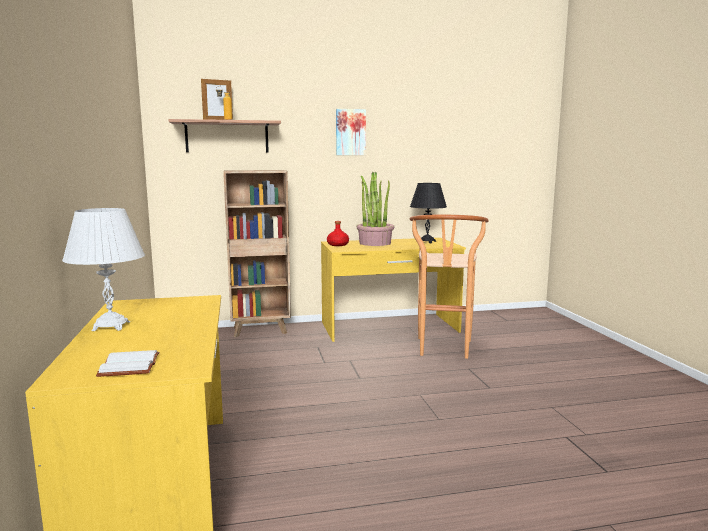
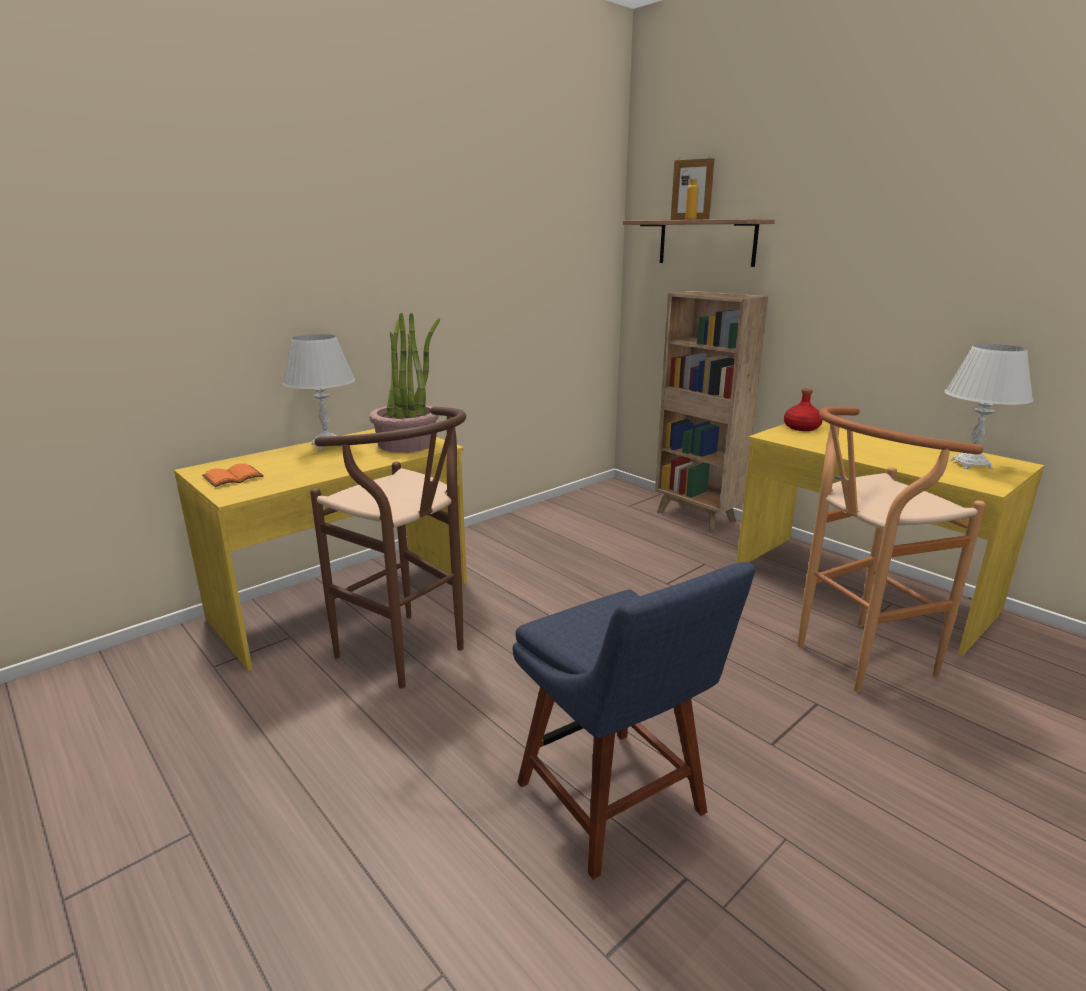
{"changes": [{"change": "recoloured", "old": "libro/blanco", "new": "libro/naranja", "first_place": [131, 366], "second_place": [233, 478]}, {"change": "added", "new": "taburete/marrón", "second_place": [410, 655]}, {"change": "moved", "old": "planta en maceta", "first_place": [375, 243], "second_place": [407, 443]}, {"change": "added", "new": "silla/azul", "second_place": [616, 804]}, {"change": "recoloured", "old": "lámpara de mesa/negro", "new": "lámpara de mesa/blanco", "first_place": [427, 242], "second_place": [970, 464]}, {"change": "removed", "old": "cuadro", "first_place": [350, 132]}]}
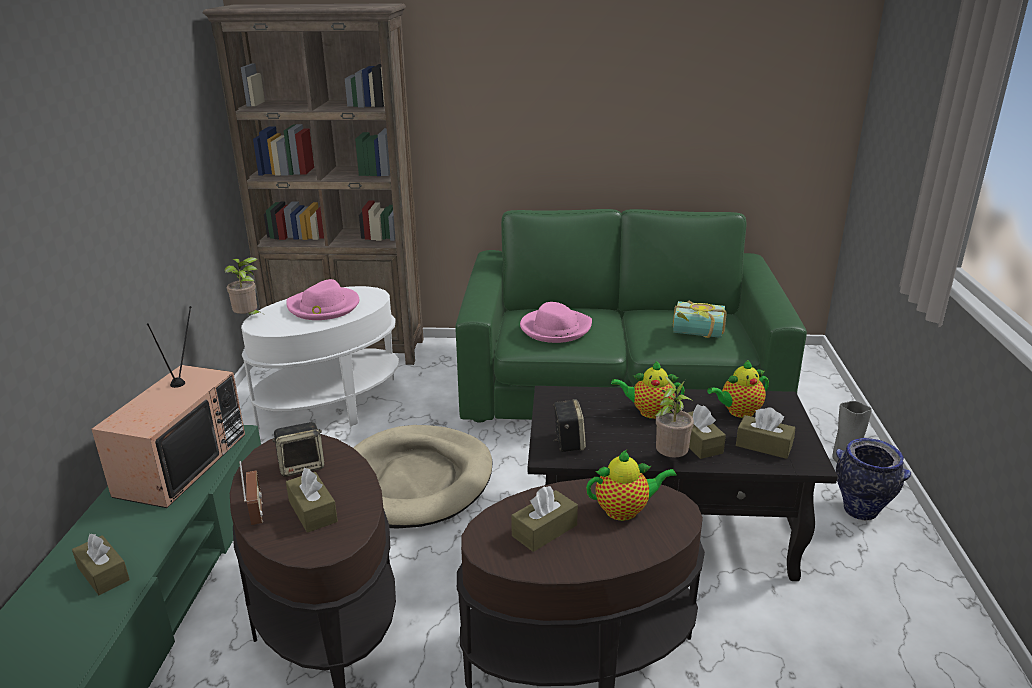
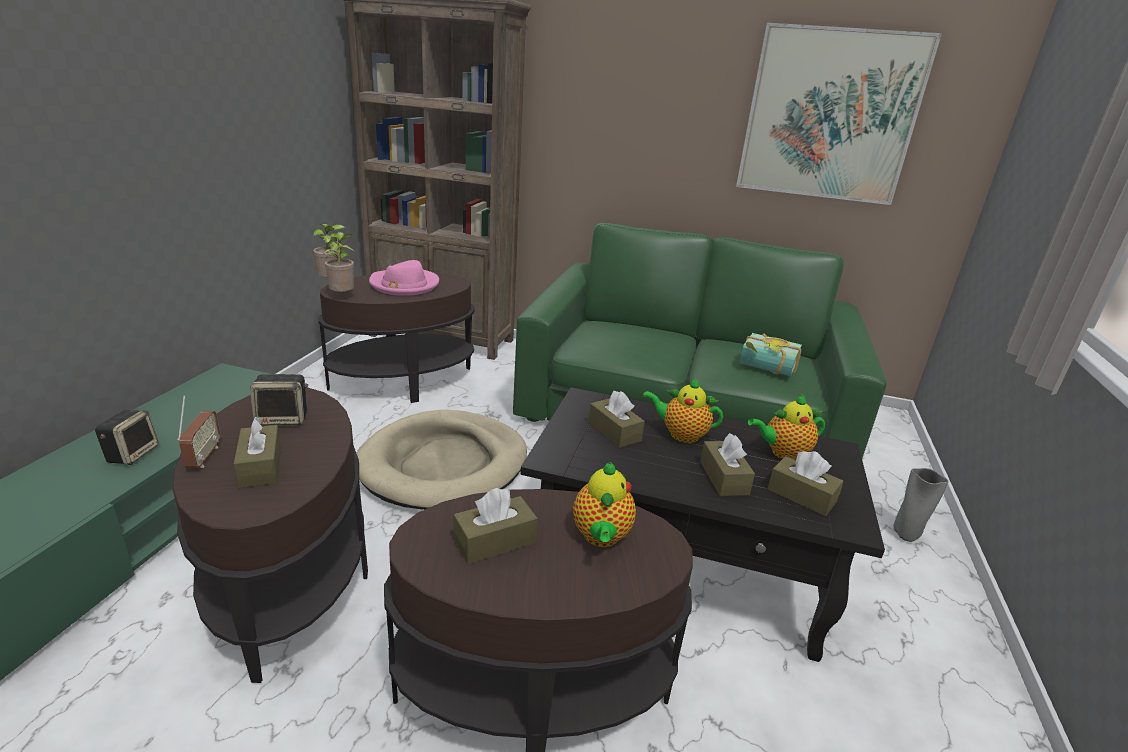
{"changes": [{"change": "moved", "old": "altavoz", "first_place": [568, 442], "second_place": [132, 454]}, {"change": "recoloured", "old": "mesa auxiliar/blanco", "new": "mesa auxiliar/marrón", "first_place": [330, 405], "second_place": [402, 381]}, {"change": "moved", "old": "planta en maceta", "first_place": [670, 458], "second_place": [343, 296]}, {"change": "turned", "old": "tetera", "first_place": [625, 510], "second_place": [601, 537], "degrees": 90}, {"change": "moved", "old": "caja de pañuelos/marrón", "first_place": [103, 574], "second_place": [614, 431]}, {"change": "added", "new": "cuadro", "second_place": [829, 115]}, {"change": "removed", "old": "televisor", "first_place": [180, 463]}, {"change": "removed", "old": "sombrero/rosa", "first_place": [555, 328]}, {"change": "removed", "old": "florero", "first_place": [861, 511]}]}
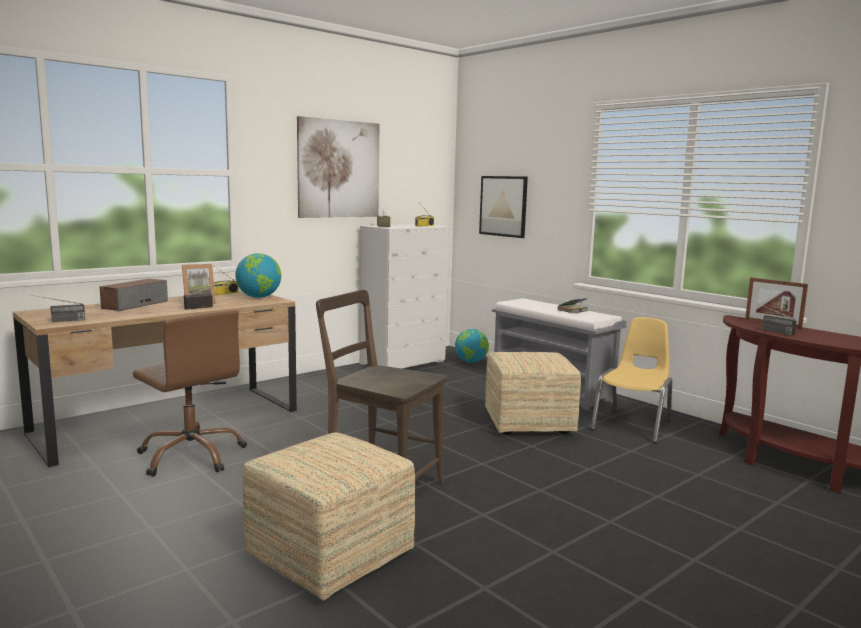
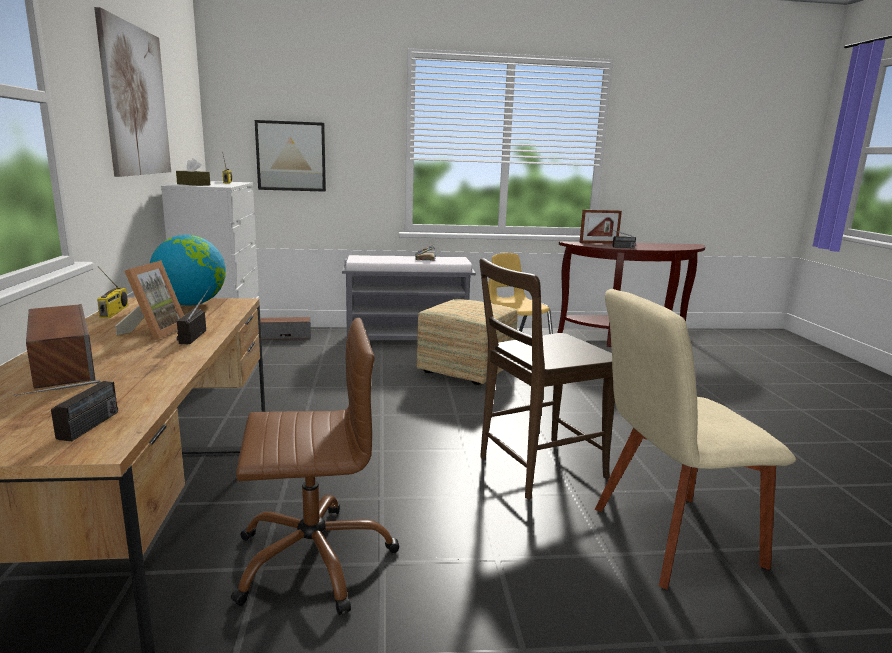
{"changes": [{"change": "replaced", "old": "globo terráqueo", "new": "altavoz", "first_place": [471, 362], "second_place": [285, 336]}, {"change": "replaced", "old": "puf", "new": "silla/beis", "first_place": [330, 555], "second_place": [668, 538]}]}
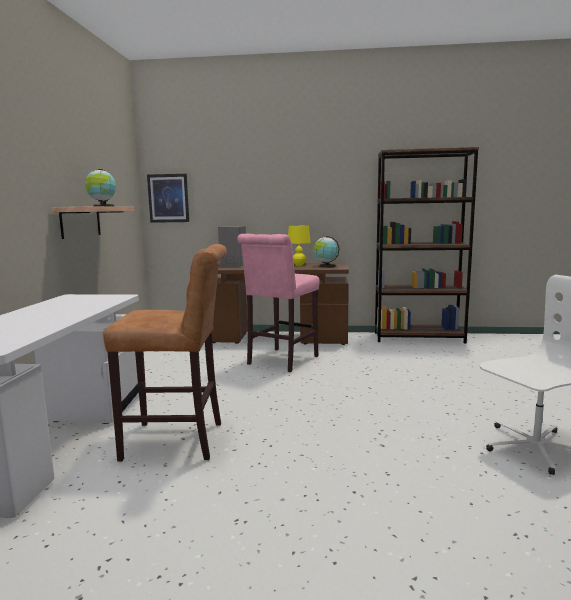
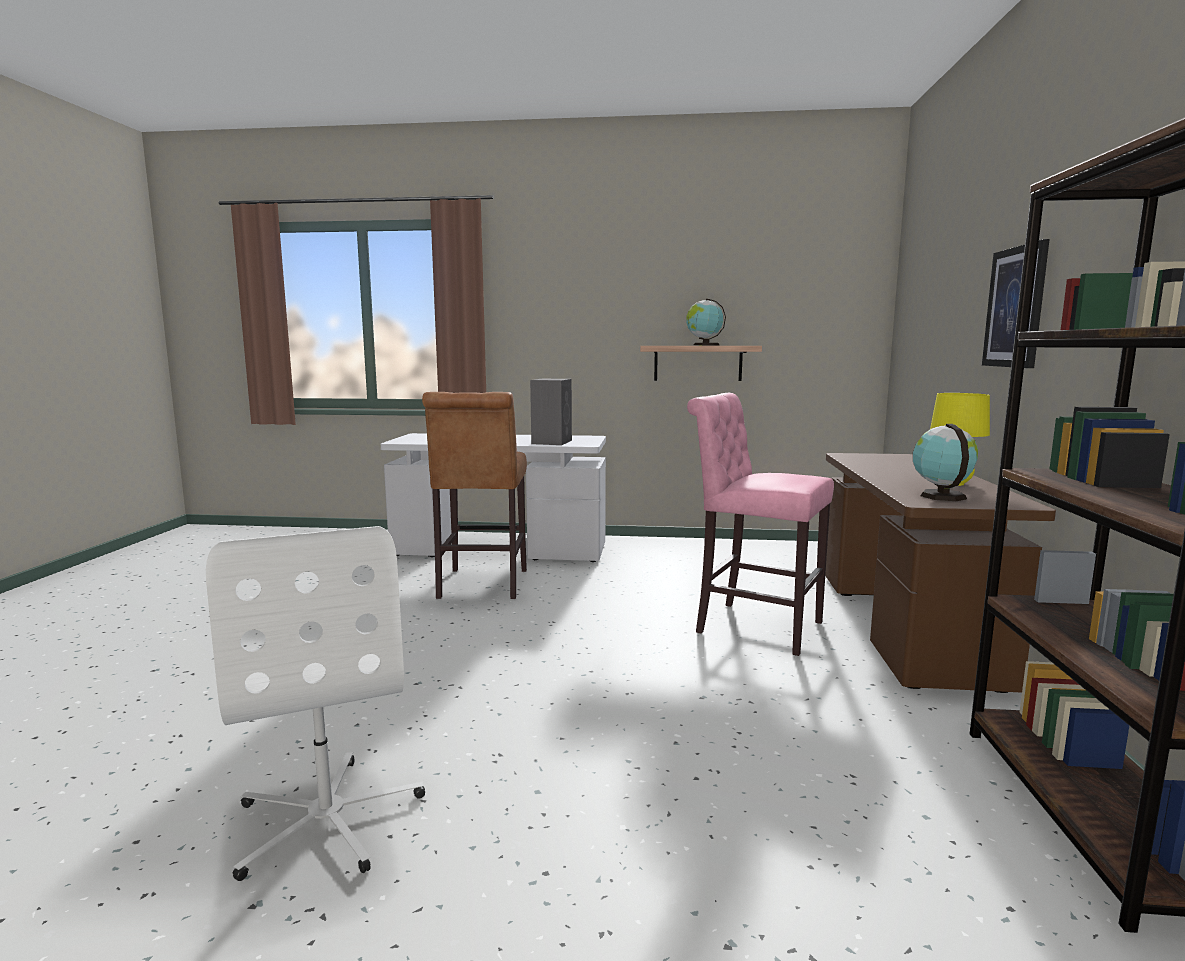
{"changes": [{"change": "moved", "old": "altavoz/gris", "first_place": [232, 265], "second_place": [552, 442]}, {"change": "moved", "old": "cuadro", "first_place": [168, 198], "second_place": [1015, 307]}]}
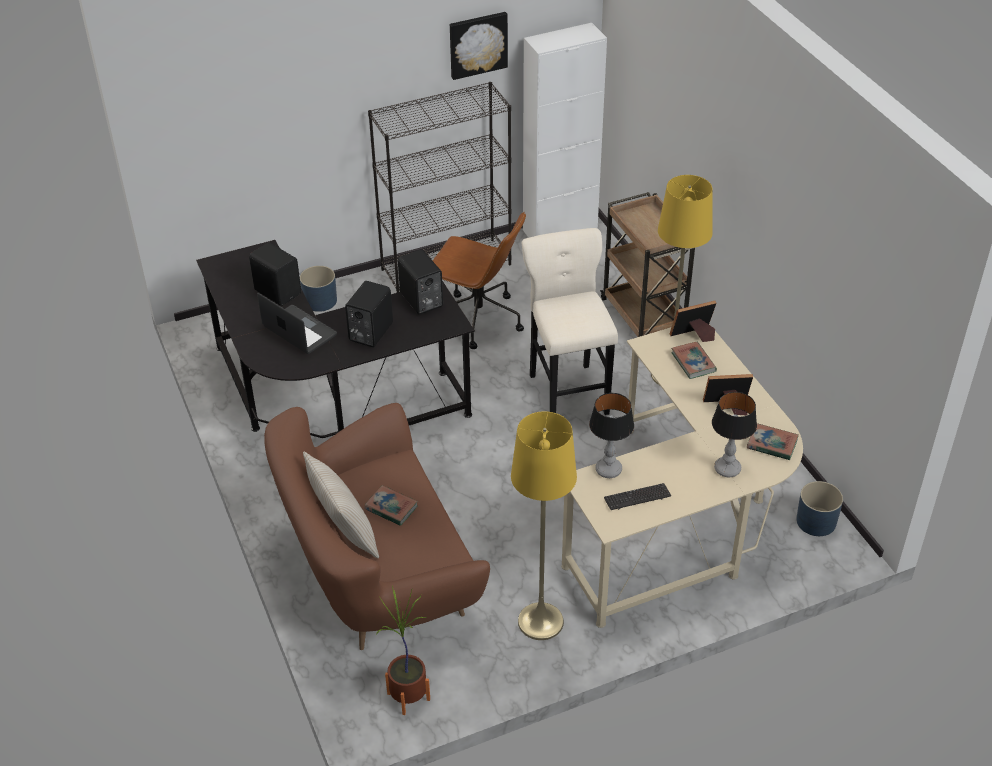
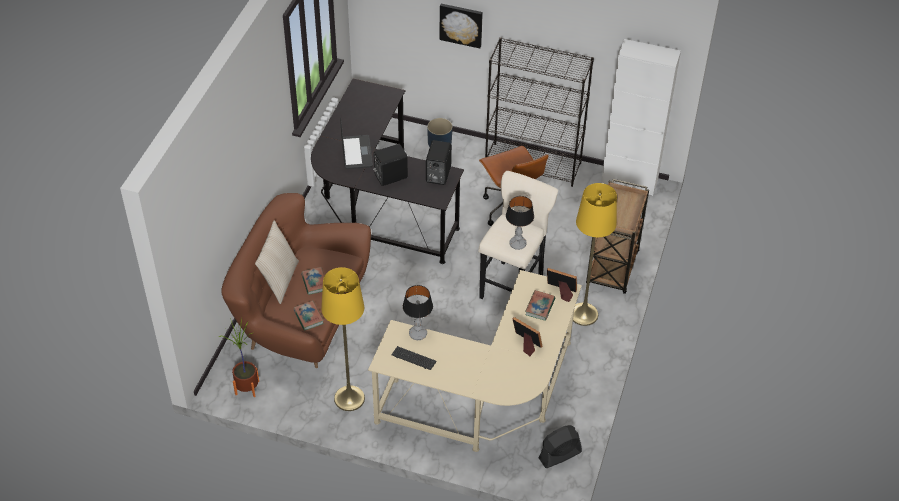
{"changes": [{"change": "moved", "old": "libro", "first_place": [772, 444], "second_place": [308, 317]}, {"change": "moved", "old": "cuadro", "first_place": [477, 44], "second_place": [461, 24]}, {"change": "moved", "old": "lámpara de mesa", "first_place": [727, 469], "second_place": [517, 244]}, {"change": "replaced", "old": "maceta/azul", "new": "ventilador/negro", "first_place": [816, 522], "second_place": [559, 455]}, {"change": "removed", "old": "altavoz/negro", "first_place": [278, 291]}]}
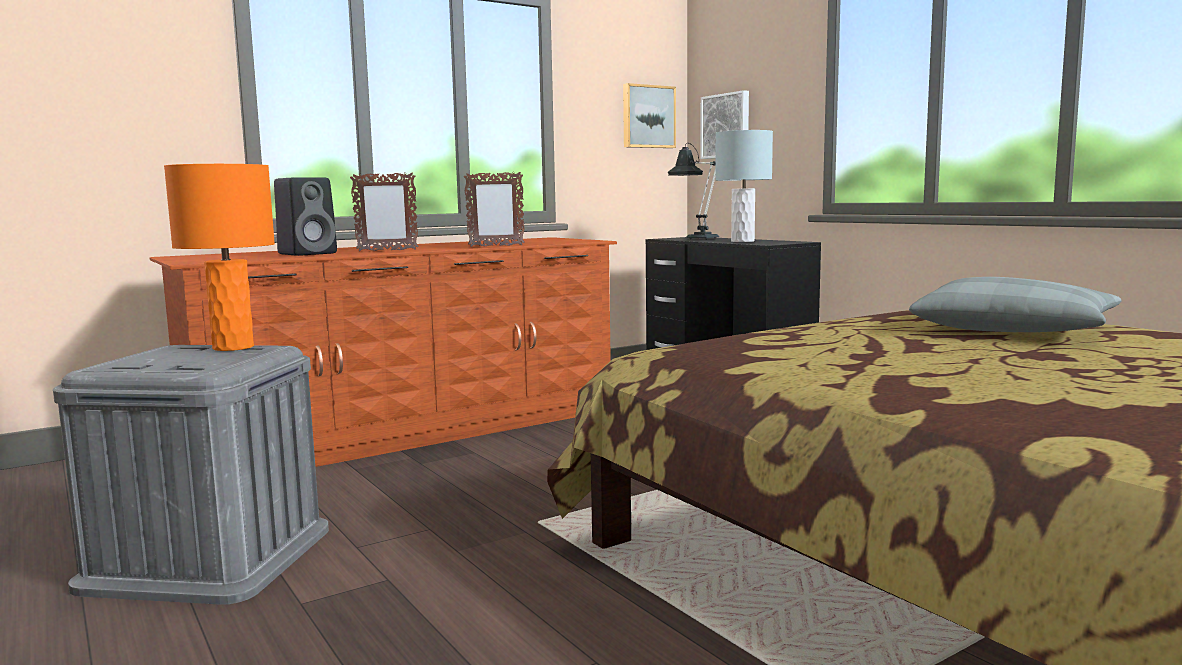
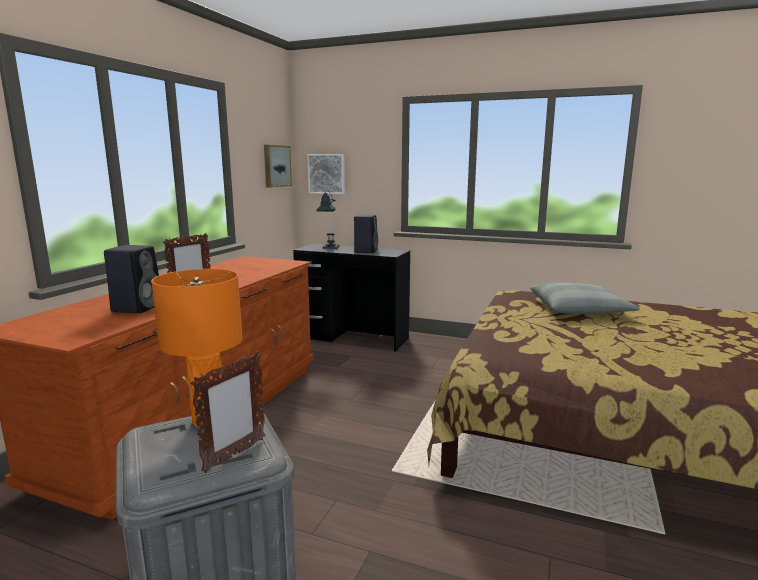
{"changes": [{"change": "moved", "old": "portarretratos", "first_place": [496, 246], "second_place": [234, 455]}, {"change": "replaced", "old": "lámpara de mesa/gris", "new": "altavoz/negro", "first_place": [742, 241], "second_place": [365, 251]}]}
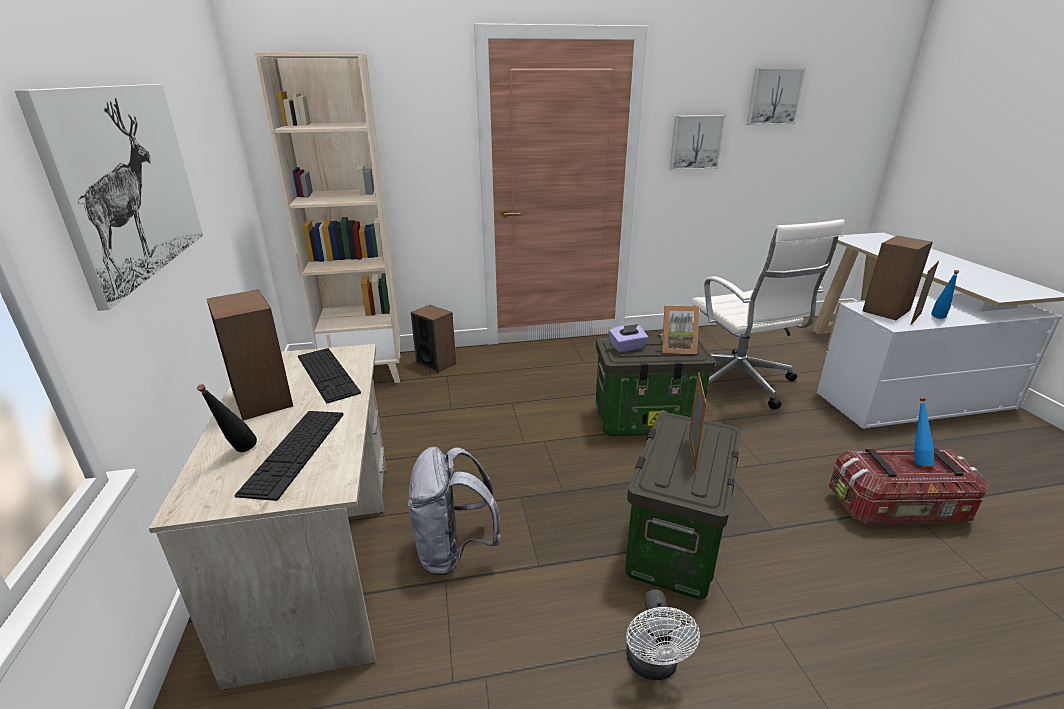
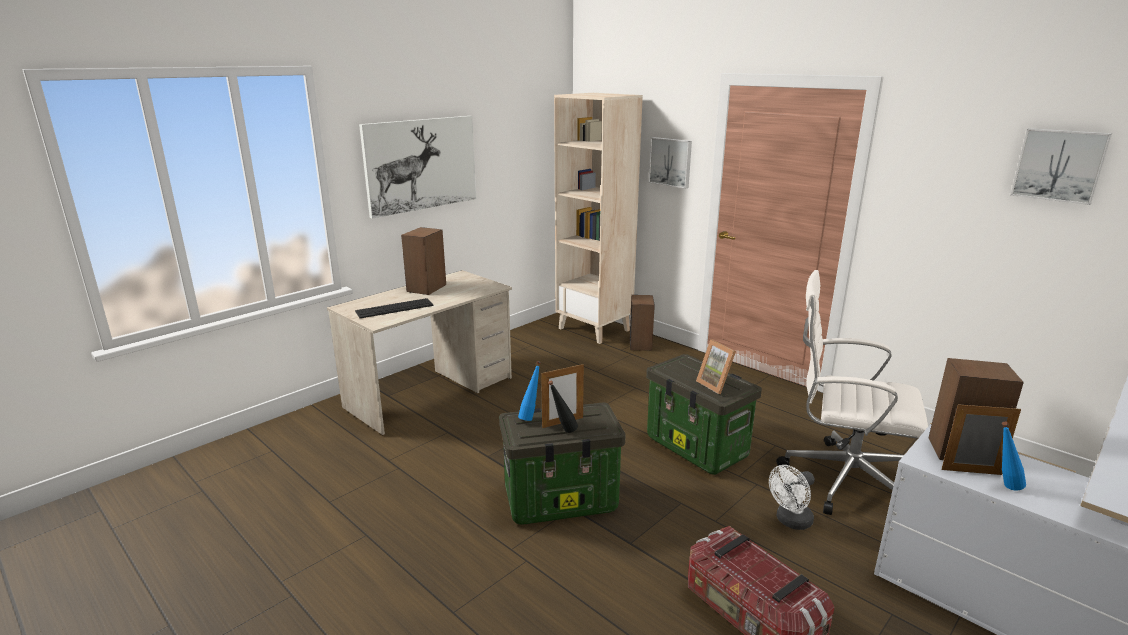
{"changes": [{"change": "moved", "old": "botella/azul", "first_place": [915, 460], "second_place": [530, 417]}, {"change": "moved", "old": "botella/negro", "first_place": [238, 454], "second_place": [563, 431]}, {"change": "moved", "old": "cuadro", "first_place": [695, 142], "second_place": [671, 162]}, {"change": "moved", "old": "ventilador/blanco", "first_place": [653, 666], "second_place": [790, 521]}, {"change": "turned", "old": "silla de oficina/blanco", "first_place": [738, 383], "second_place": [843, 479], "degrees": 75}, {"change": "removed", "old": "teclado", "first_place": [327, 374]}, {"change": "removed", "old": "mochila/gris", "first_place": [453, 551]}, {"change": "removed", "old": "caja de pañuelos/morado", "first_place": [627, 347]}]}
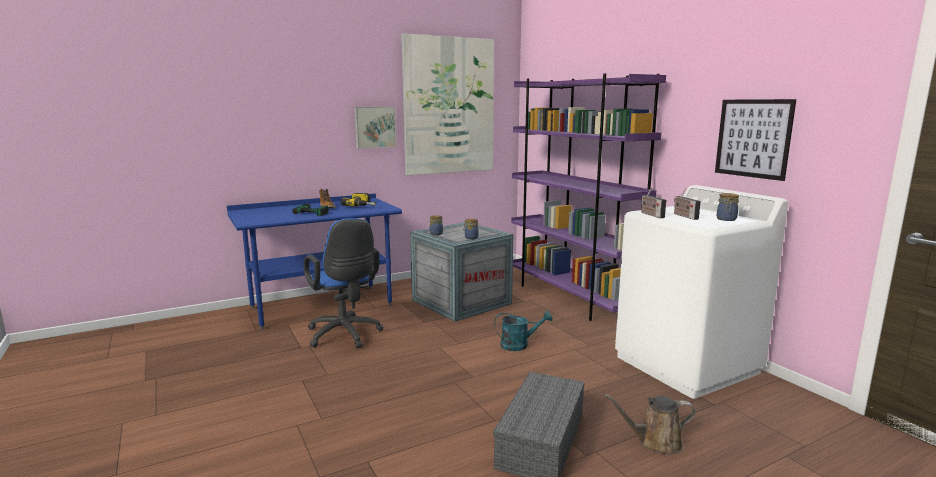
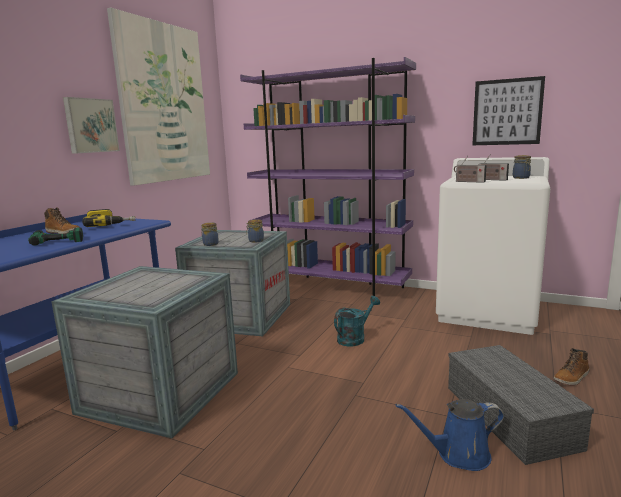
{"changes": [{"change": "replaced", "old": "silla de oficina/azul", "new": "caja de embalaje", "first_place": [345, 336], "second_place": [159, 393]}, {"change": "added", "new": "regadera/azul", "second_place": [458, 455]}, {"change": "replaced", "old": "regadera/marrón", "new": "bota", "first_place": [655, 442], "second_place": [571, 378]}]}
